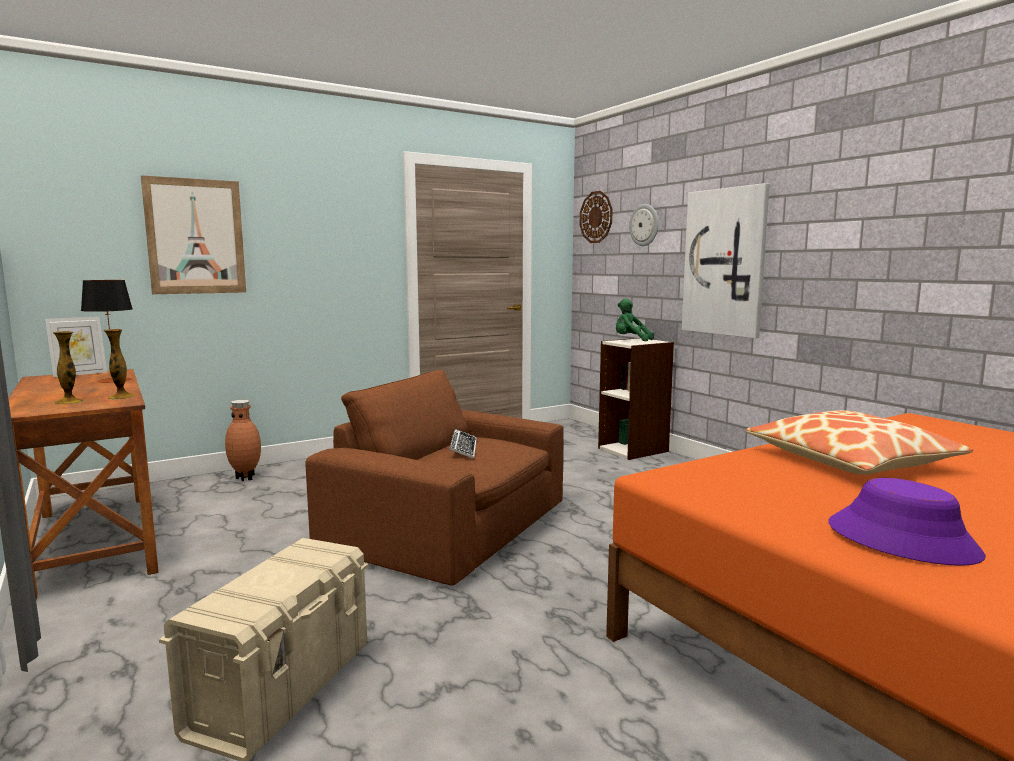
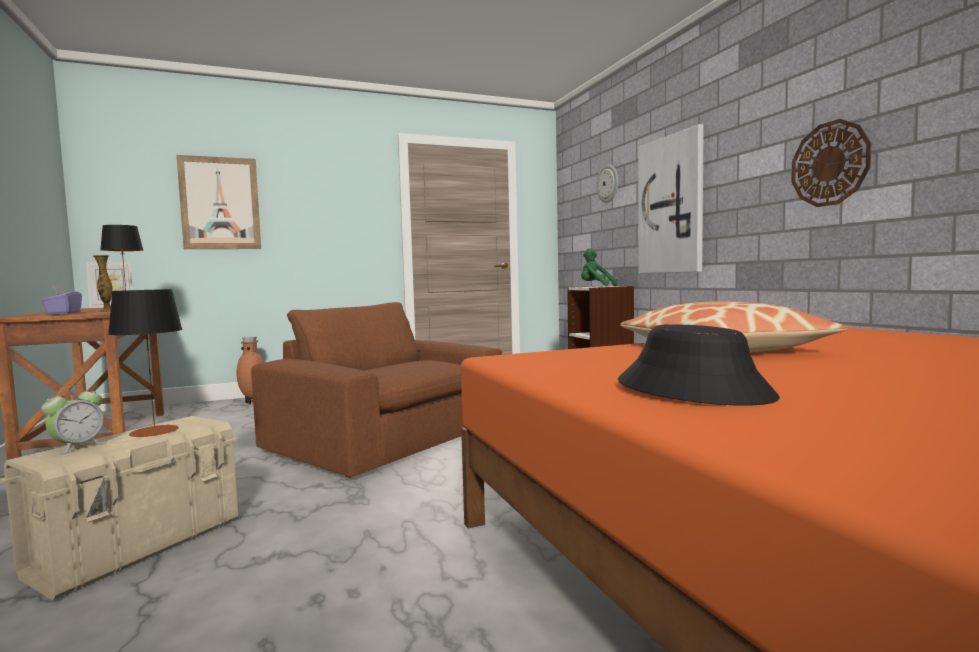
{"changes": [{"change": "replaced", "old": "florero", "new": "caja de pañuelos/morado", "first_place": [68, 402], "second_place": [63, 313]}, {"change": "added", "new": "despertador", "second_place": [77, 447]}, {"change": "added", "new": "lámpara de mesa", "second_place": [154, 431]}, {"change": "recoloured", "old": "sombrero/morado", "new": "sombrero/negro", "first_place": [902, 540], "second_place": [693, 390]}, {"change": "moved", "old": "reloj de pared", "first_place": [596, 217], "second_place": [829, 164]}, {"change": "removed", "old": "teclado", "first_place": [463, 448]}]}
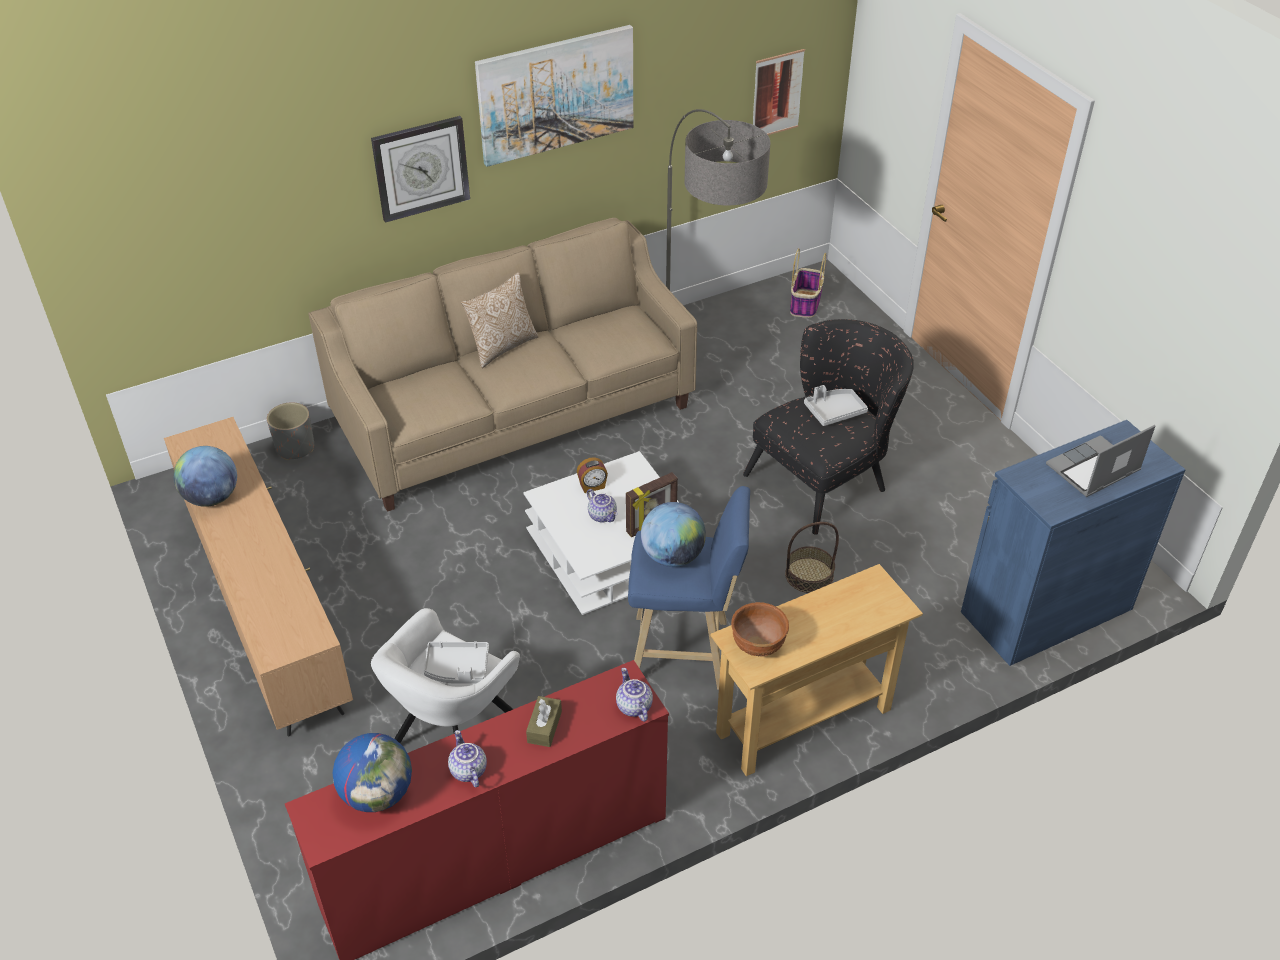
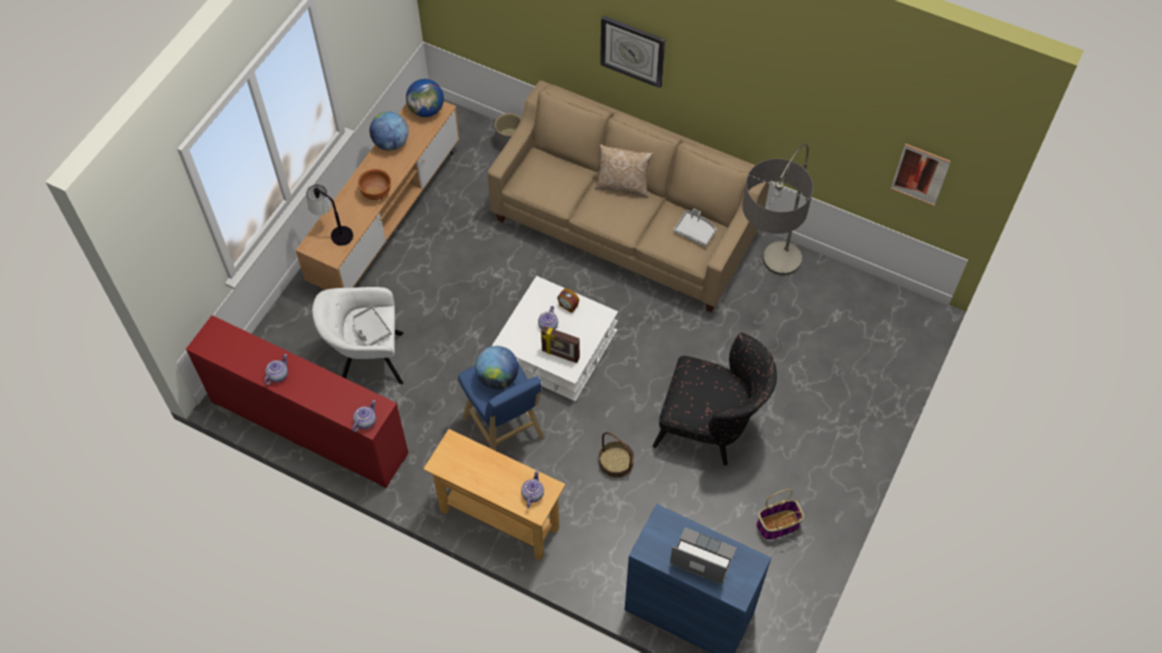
{"changes": [{"change": "added", "new": "lámpara de mesa", "second_place": [333, 232]}, {"change": "moved", "old": "cuenco/marrón", "first_place": [758, 645], "second_place": [377, 193]}, {"change": "moved", "old": "globo terráqueo", "first_place": [378, 794], "second_place": [426, 110]}, {"change": "added", "new": "tetera", "second_place": [532, 494]}, {"change": "moved", "old": "bandeja/gris", "first_place": [834, 411], "second_place": [695, 231]}, {"change": "moved", "old": "cesta", "first_place": [805, 304], "second_place": [777, 525]}, {"change": "removed", "old": "cuadro", "first_place": [556, 94]}, {"change": "removed", "old": "caja de pañuelos/marrón", "first_place": [544, 727]}]}
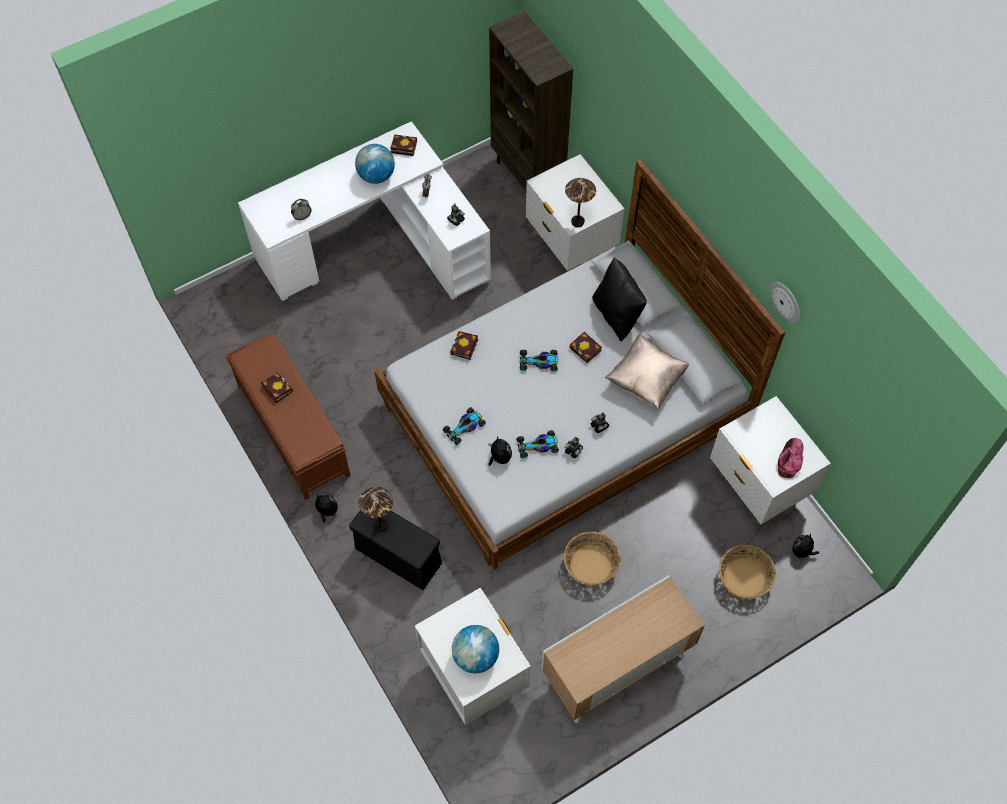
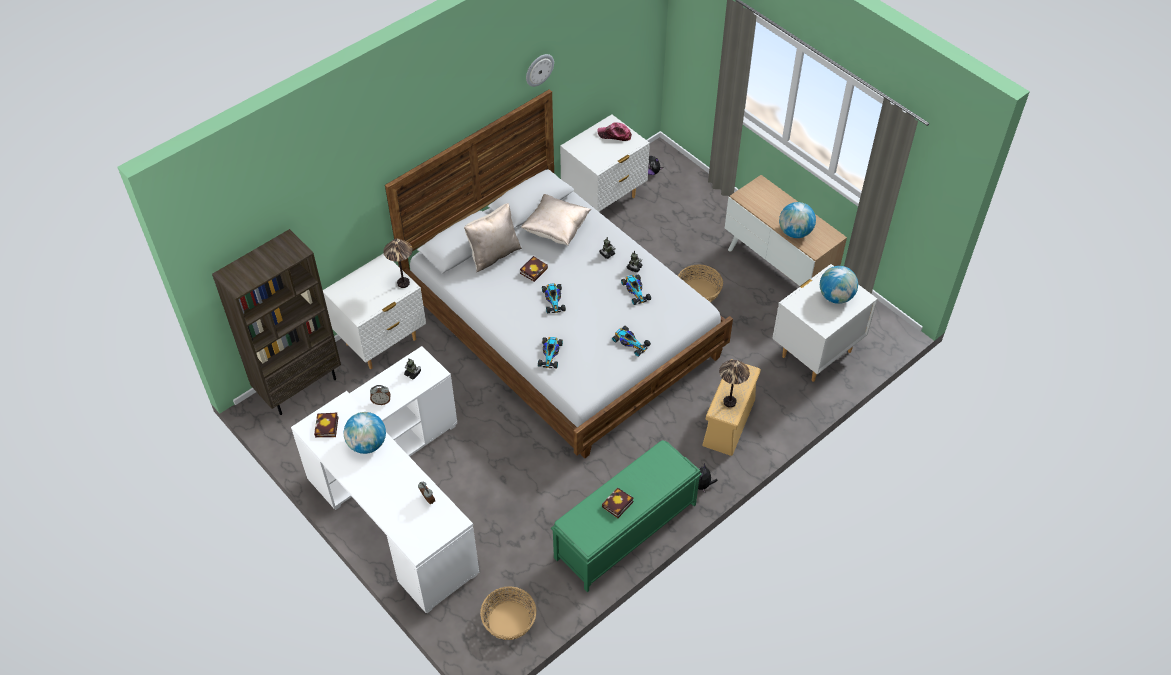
{"changes": [{"change": "recoloured", "old": "cojín/negro", "new": "cojín/beis", "first_place": [617, 314], "second_place": [493, 254]}, {"change": "moved", "old": "cesta", "first_place": [744, 578], "second_place": [509, 620]}, {"change": "replaced", "old": "libro", "new": "coche de juguete", "first_place": [464, 348], "second_place": [550, 354]}, {"change": "recoloured", "old": "banco/marrón", "new": "banco/verde", "first_place": [292, 429], "second_place": [625, 532]}, {"change": "recoloured", "old": "caja de almacenaje/negro", "new": "caja de almacenaje/beis", "first_place": [397, 555], "second_place": [728, 423]}, {"change": "added", "new": "globo terráqueo", "second_place": [795, 232]}, {"change": "removed", "old": "peluche", "first_place": [499, 457]}]}
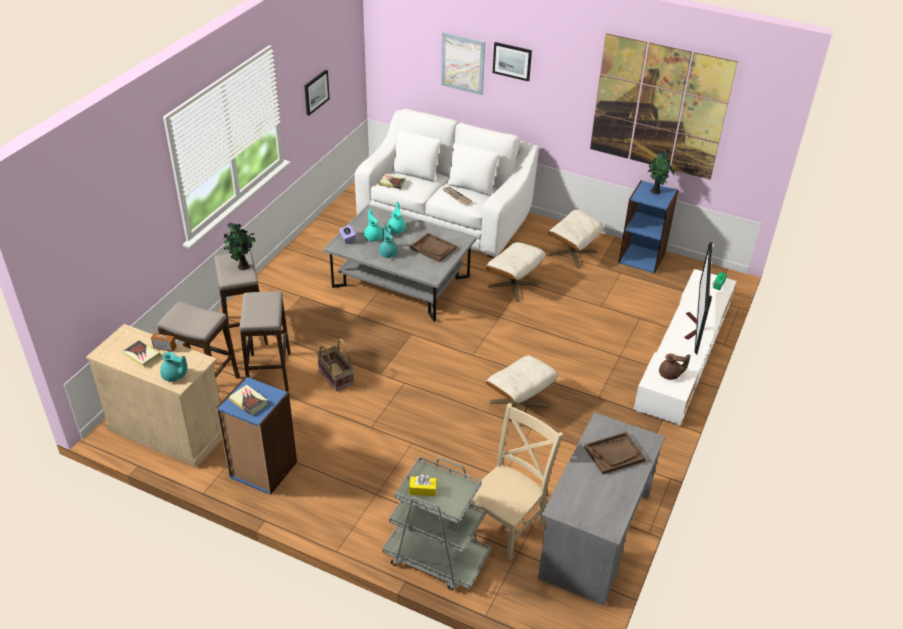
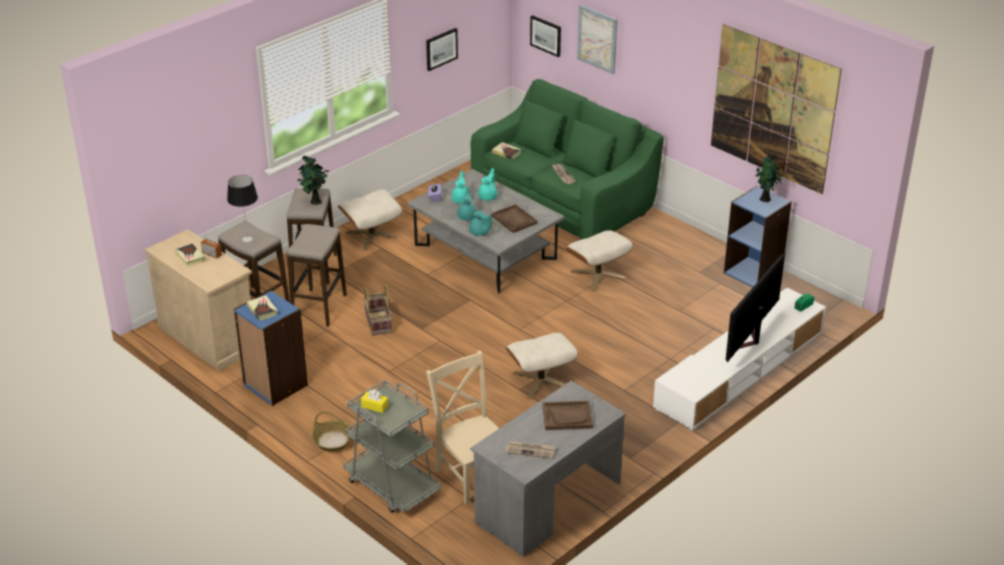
{"changes": [{"change": "added", "new": "lámpara de mesa", "second_place": [247, 239]}, {"change": "added", "new": "cesta", "second_place": [333, 441]}, {"change": "moved", "old": "puf/beis", "first_place": [572, 253], "second_place": [371, 235]}, {"change": "turned", "old": "silla/beis", "first_place": [507, 524], "second_place": [472, 474], "degrees": -90}, {"change": "moved", "old": "tetera/turquesa", "first_place": [175, 376], "second_place": [480, 233]}, {"change": "recoloured", "old": "sofá/blanco", "new": "sofá/verde", "first_place": [444, 218], "second_place": [563, 200]}, {"change": "added", "new": "periódico", "second_place": [530, 450]}, {"change": "moved", "old": "cuadro", "first_place": [512, 61], "second_place": [546, 35]}, {"change": "removed", "old": "tetera/marrón", "first_place": [670, 375]}]}
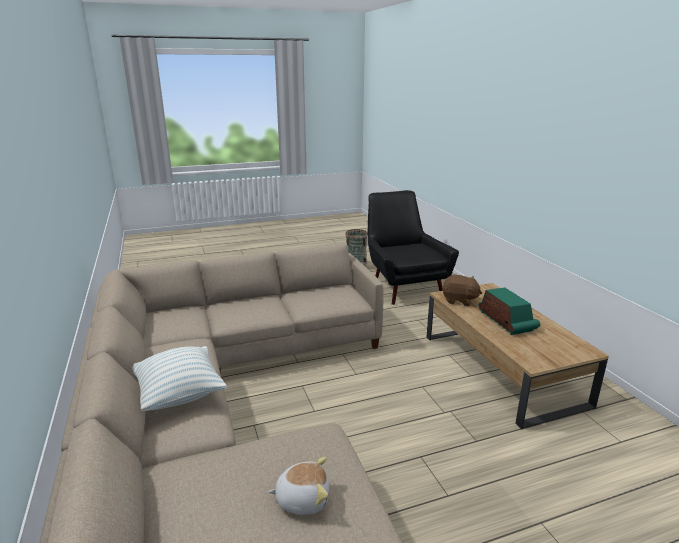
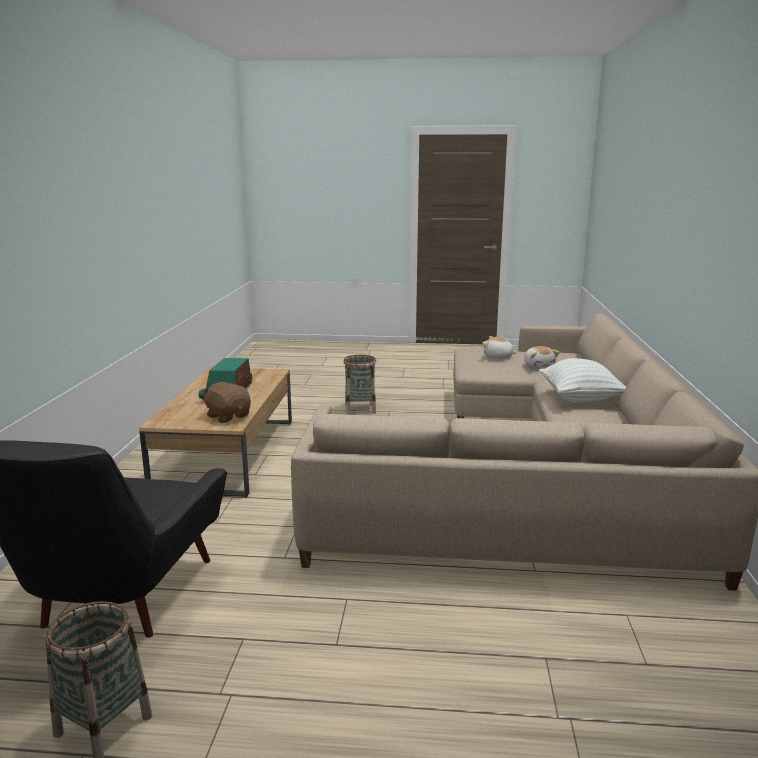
{"changes": [{"change": "added", "new": "cesta", "second_place": [360, 409]}, {"change": "added", "new": "peluche", "second_place": [539, 366]}]}
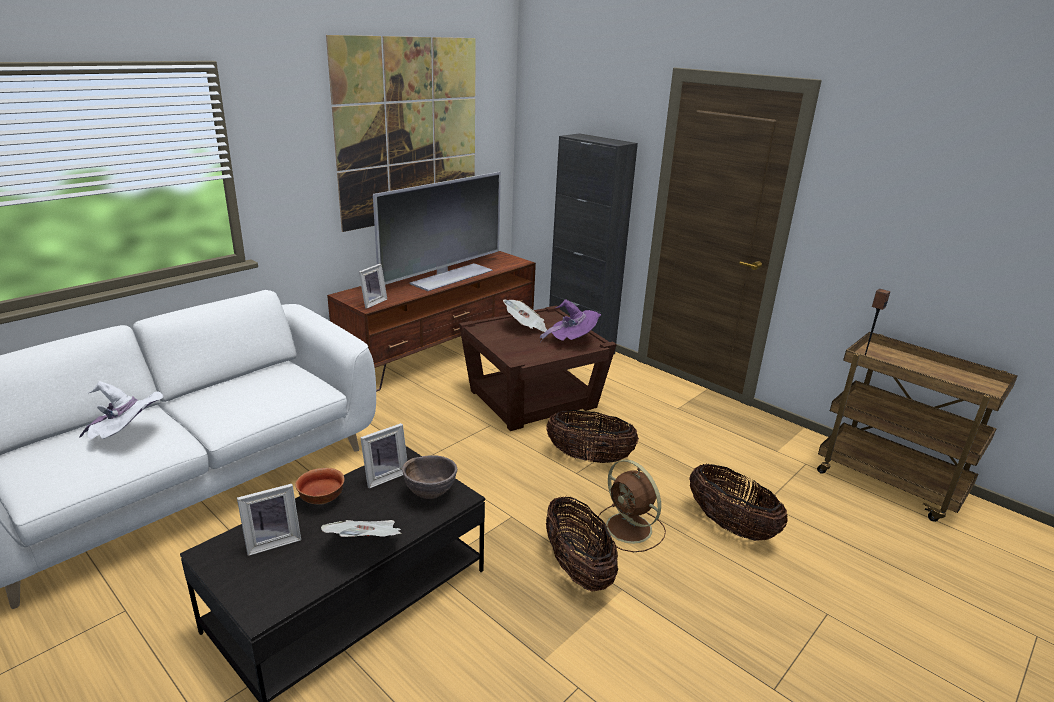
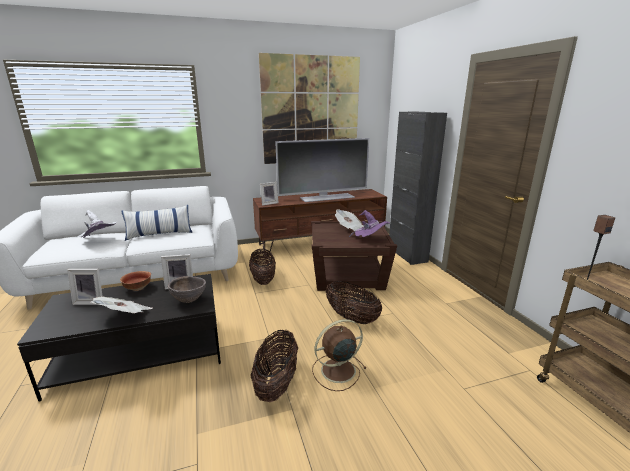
{"changes": [{"change": "added", "new": "cojín", "second_place": [159, 234]}, {"change": "moved", "old": "cesta", "first_place": [730, 525], "second_place": [263, 279]}, {"change": "turned", "old": "ventilador/marrón", "first_place": [630, 529], "second_place": [336, 371], "degrees": 75}]}
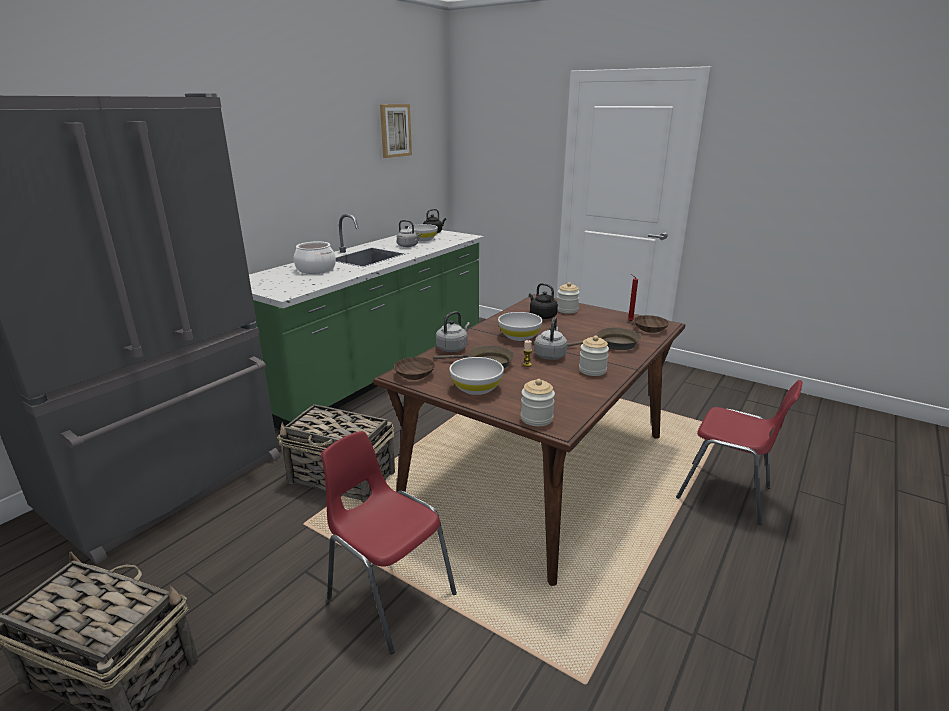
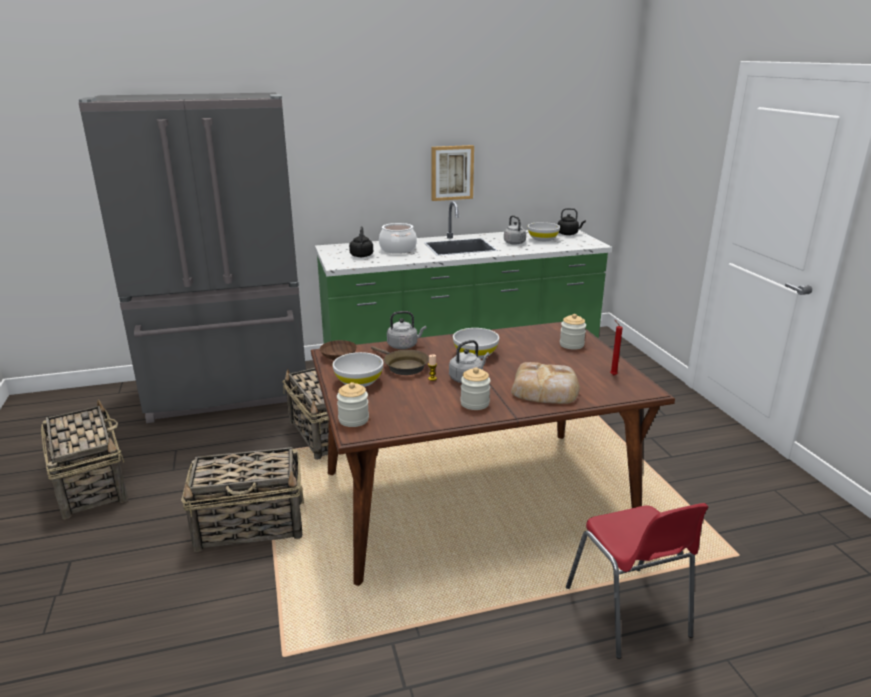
{"changes": [{"change": "replaced", "old": "silla/rojo", "new": "cesta", "first_place": [389, 595], "second_place": [252, 525]}, {"change": "moved", "old": "hervidor/negro", "first_place": [541, 316], "second_place": [361, 255]}, {"change": "moved", "old": "cuadro", "first_place": [395, 130], "second_place": [452, 172]}, {"change": "replaced", "old": "sartén/marrón", "new": "pan", "first_place": [614, 344], "second_place": [545, 390]}, {"change": "removed", "old": "cuenco/marrón", "first_place": [650, 329]}]}
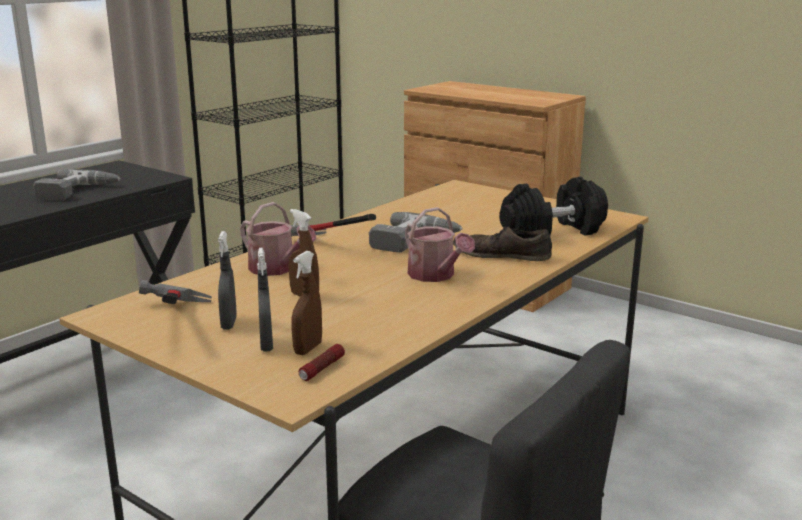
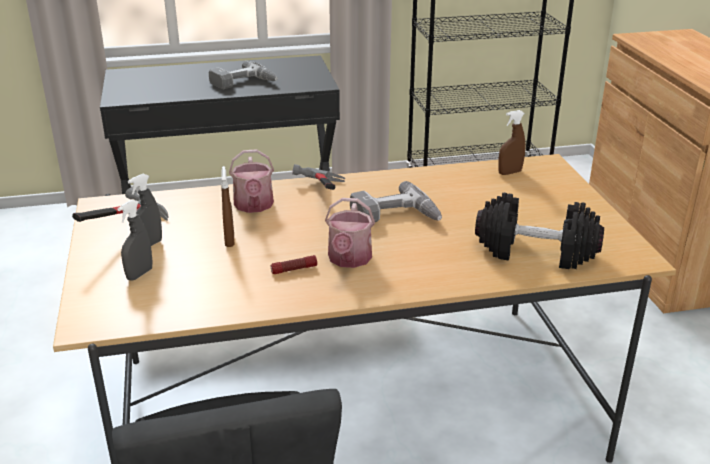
{"changes": [{"change": "moved", "old": "linterna", "first_place": [322, 369], "second_place": [294, 269]}, {"change": "moved", "old": "pulverizador/marrón", "first_place": [308, 349], "second_place": [509, 172]}, {"change": "removed", "old": "zapato/marrón", "first_place": [501, 255]}]}
